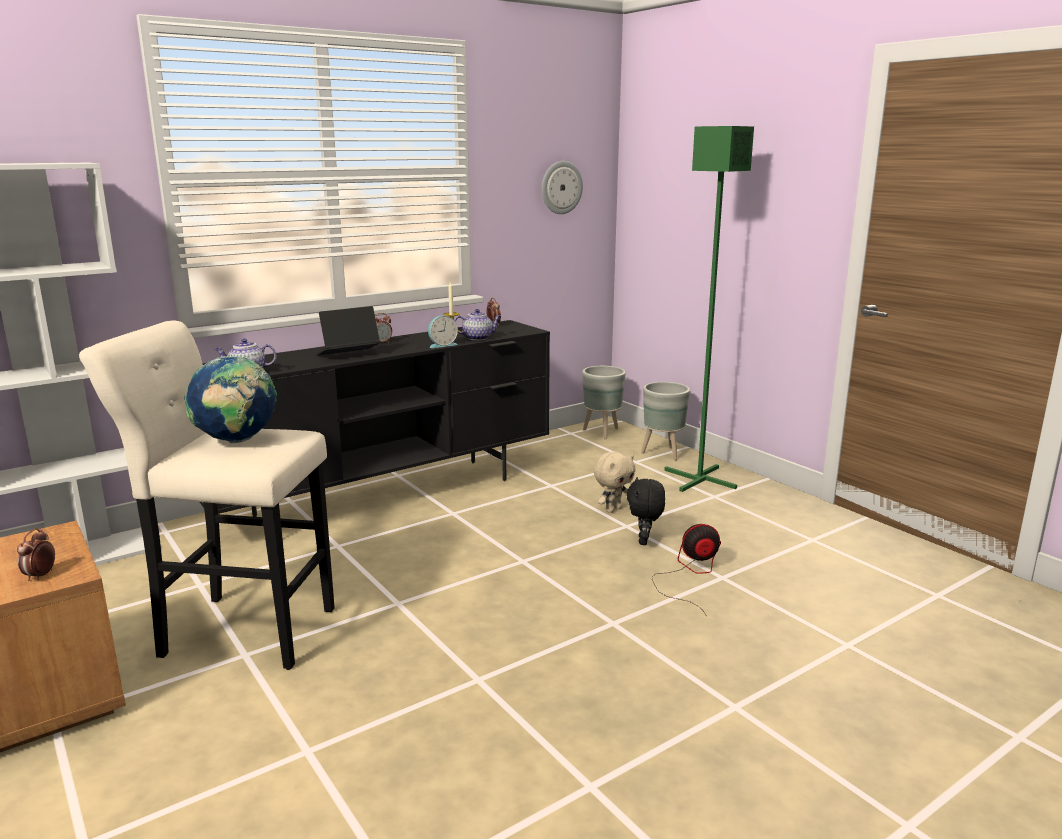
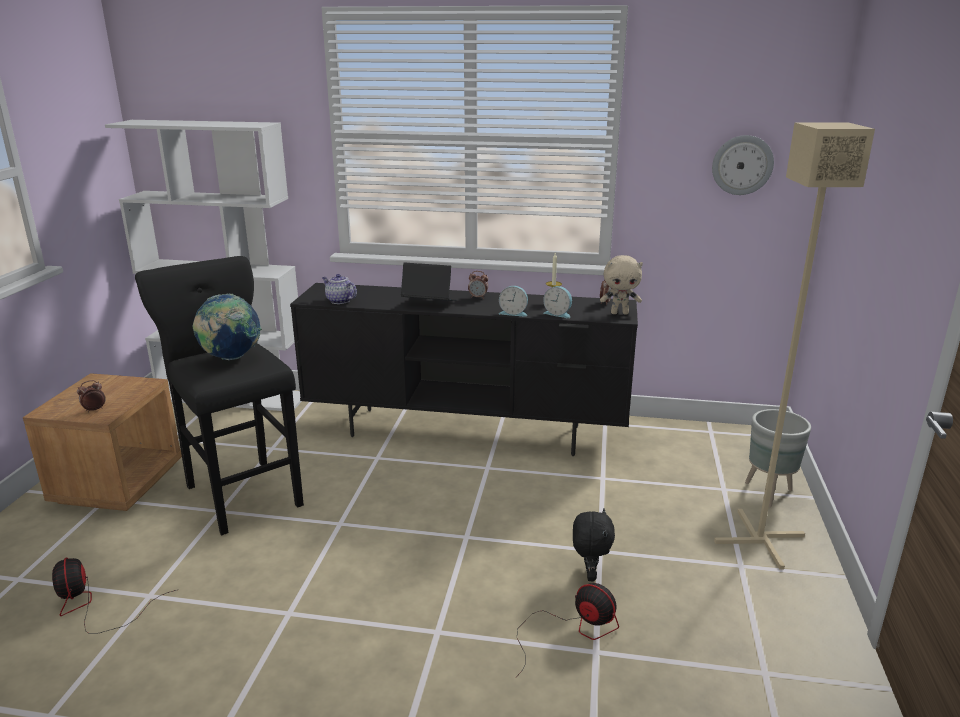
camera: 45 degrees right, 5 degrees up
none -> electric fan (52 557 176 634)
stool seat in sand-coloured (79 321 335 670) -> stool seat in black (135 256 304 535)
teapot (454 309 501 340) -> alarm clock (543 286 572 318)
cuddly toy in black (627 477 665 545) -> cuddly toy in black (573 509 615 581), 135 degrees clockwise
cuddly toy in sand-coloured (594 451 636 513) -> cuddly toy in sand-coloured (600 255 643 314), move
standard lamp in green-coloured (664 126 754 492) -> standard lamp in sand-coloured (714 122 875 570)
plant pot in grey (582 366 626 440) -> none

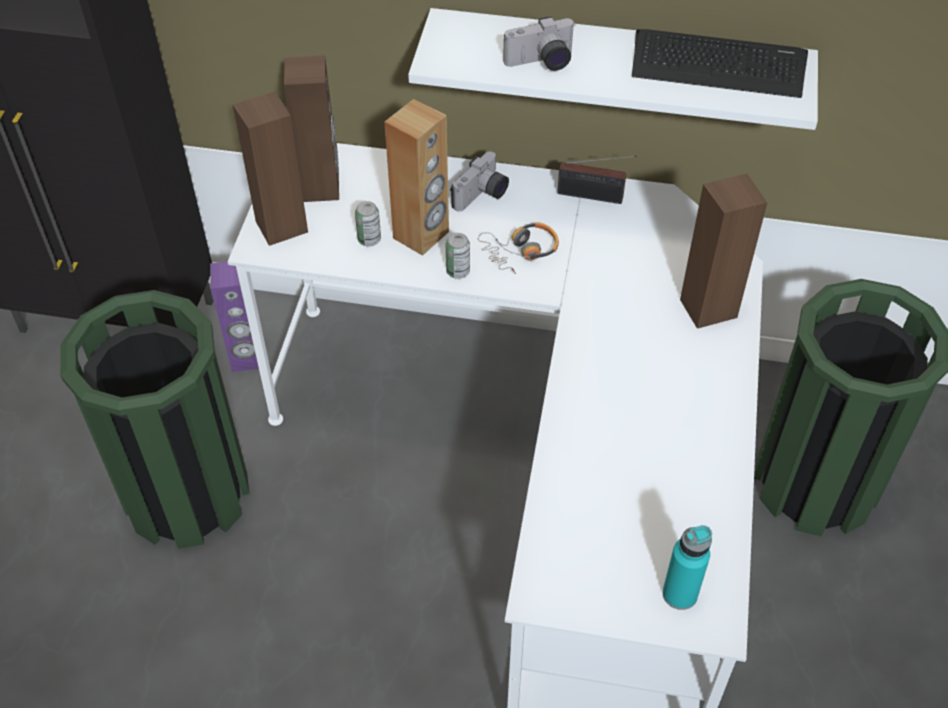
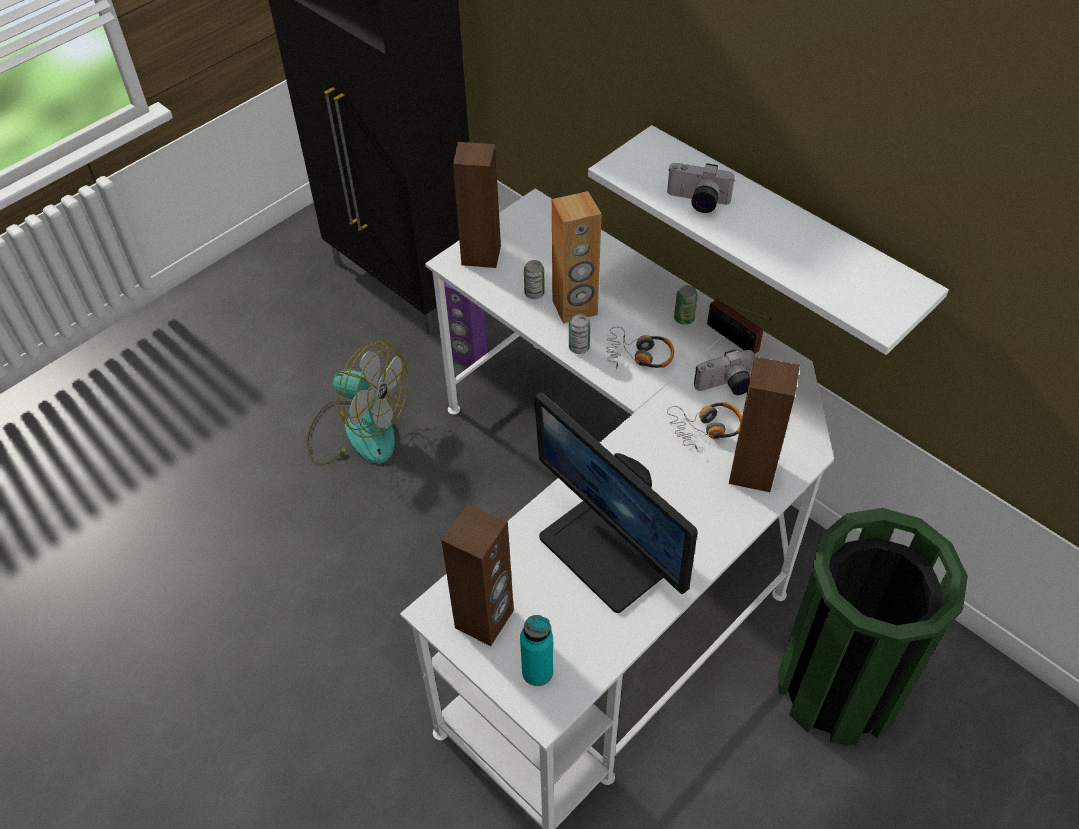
camera: 35 degrees right, 0 degrees up
rubbish bin in green-coloured (60 290 249 549) -> electric fan (306 341 408 466)
speaker in brown-coloured (284 55 339 202) -> speaker in brown-coloured (441 504 514 646), move
none -> computer display (534 392 698 613)
none -> pair of headphones (667 402 742 451)
none -> sealed can (674 285 698 325)
photo camera (450 151 509 212) -> photo camera (694 350 755 395), move
PC keyboard (632 29 808 98) -> none

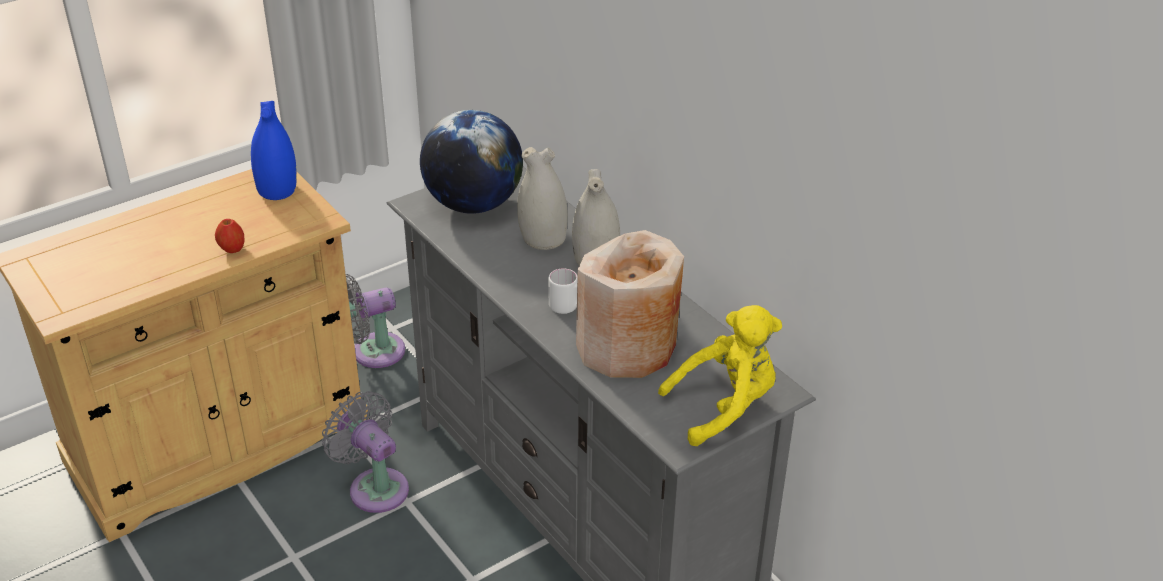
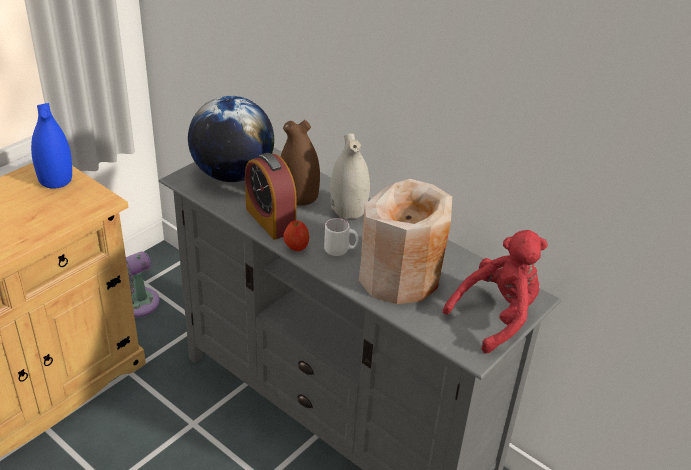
camera: 15 degrees left, 0 degrees up
none -> alarm clock (245 153 297 239)
vase in white (517 147 568 250) -> vase in brown-coloured (281 120 320 206)
whole apple (215 219 245 253) -> whole apple (283 220 309 251), move
cuddly toy in yellow (658 305 782 446) -> cuddly toy in reddish (443 230 548 353)
electric fan in grey (322 391 409 513) -> none

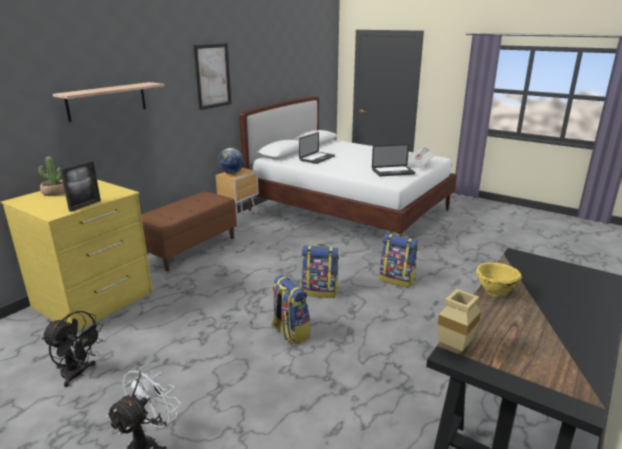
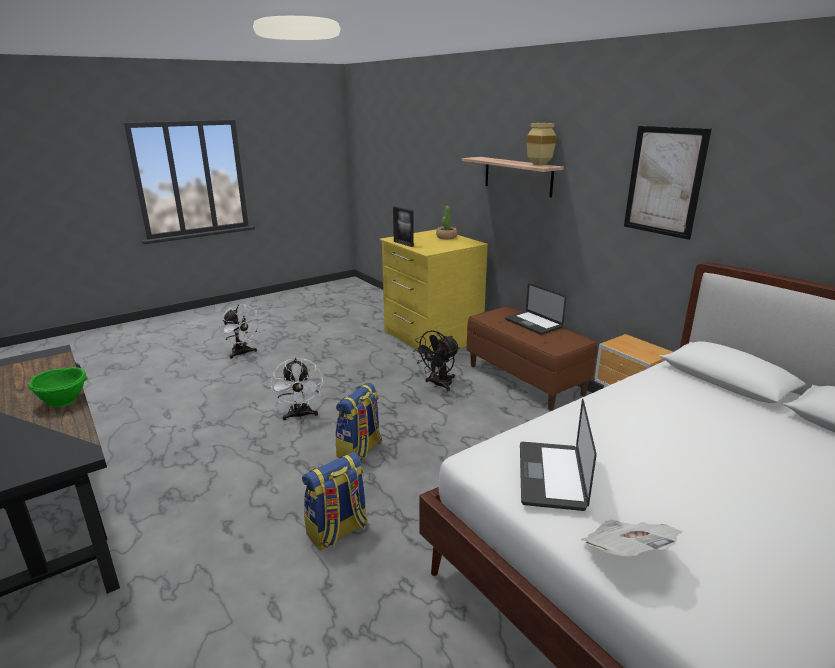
camera: 110 degrees right, 0 degrees up
serving bowl in yellow (476 263 522 297) -> serving bowl in green-coloured (28 367 88 407)
backpack (272 275 310 345) -> electric fan in white (271 358 323 420)
electric fan in black (41 311 103 387) -> electric fan in black (413 330 460 391), move
notebook computer (299 132 335 164) -> notebook computer (505 283 566 335), move
vase in sand-coloured (438 289 481 354) -> vase in sand-coloured (527 123 556 165), move
world globe (218 148 244 174) -> none

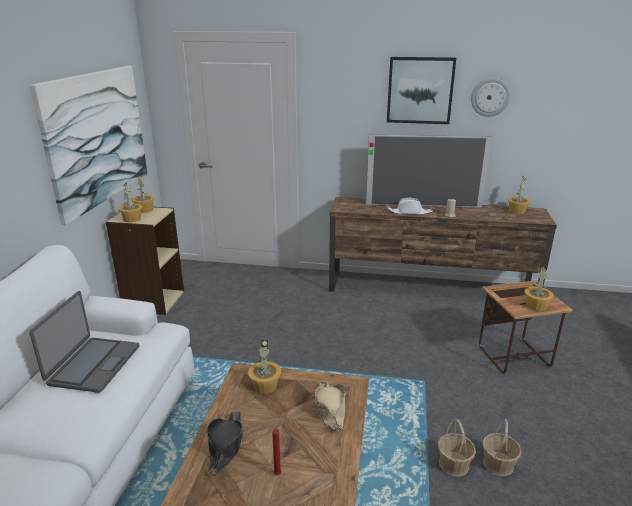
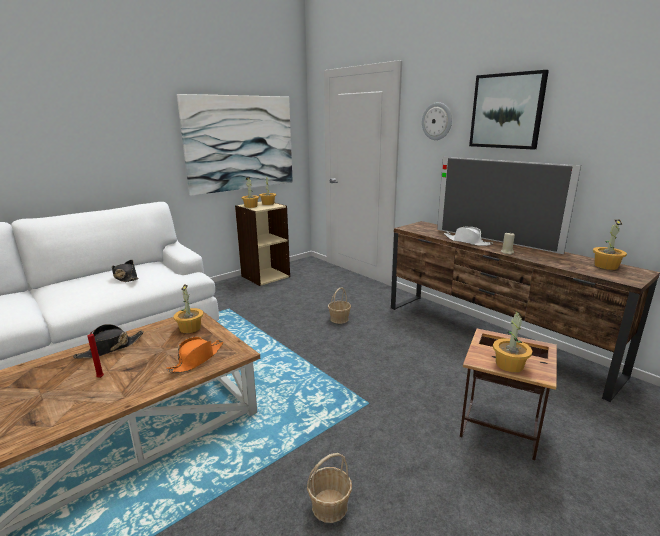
camera: 40 degrees right, 5 degrees down
notebook computer (29 291 140 393) -> clothing hat in black (112 260 139 282)
clothing hat in sand-coloured (315 382 345 431) -> clothing hat in orange-coloured (166 337 223 373)
storage basket (438 419 476 477) -> storage basket (328 287 351 324), move
wall clock (471 78 511 117) -> wall clock (422 102 452 140), move

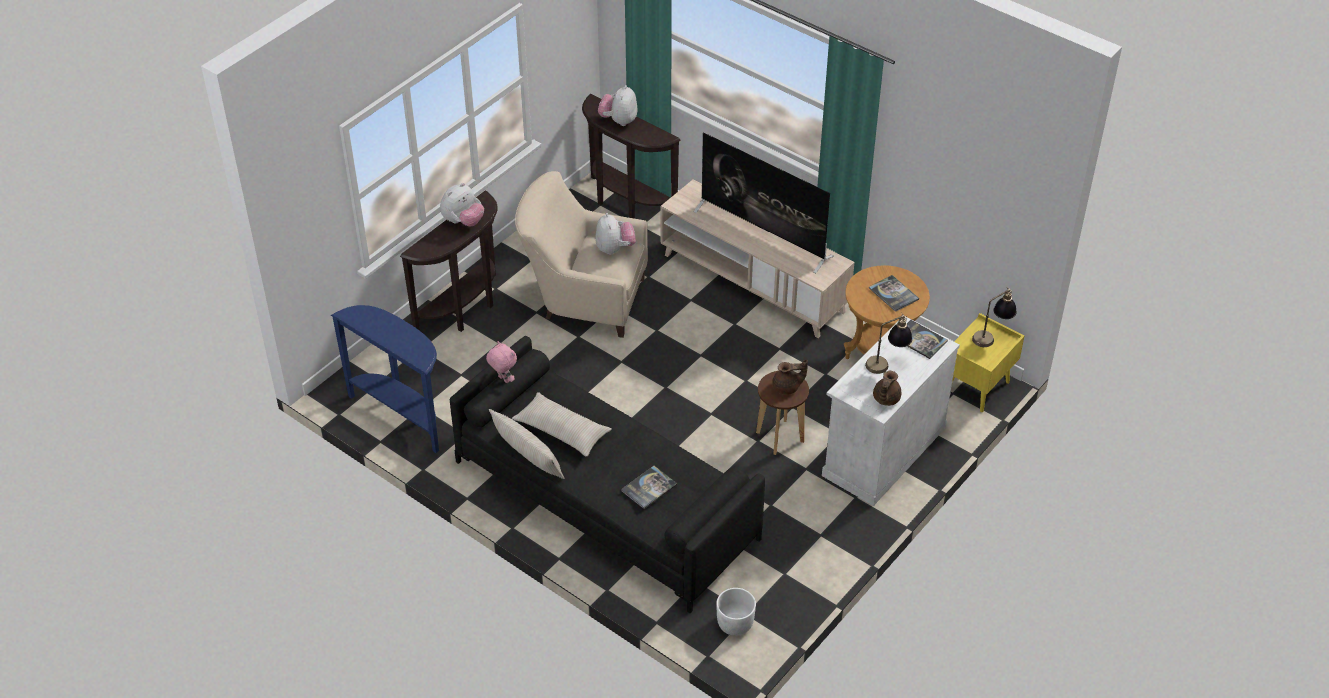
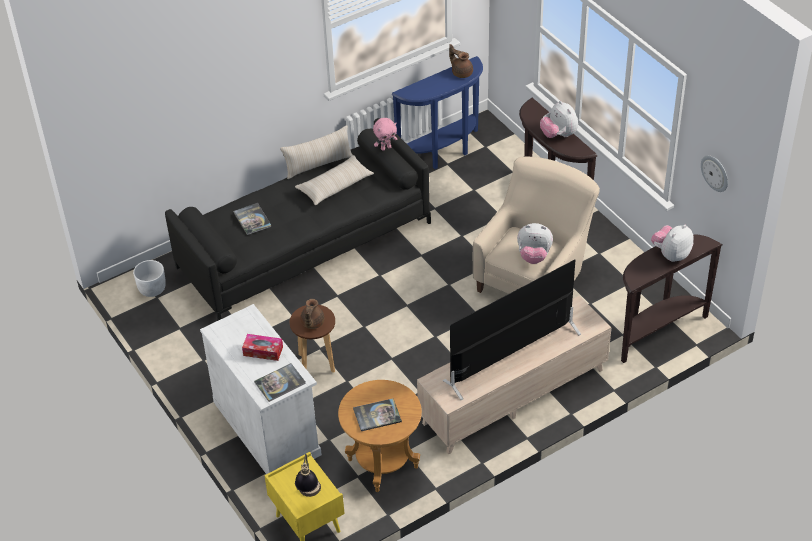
camera: 110 degrees right, 0 degrees up
lamp for a table (865 314 912 374) -> tissue holder (242 334 283 361)
teapot in brown-coloured (873 370 901 406) -> teapot in brown-coloured (449 44 473 78), move
cuddly toy (598 85 638 126) -> cuddly toy (651 225 694 262), 75 degrees counterclockwise
none -> wall clock (701 155 728 192)

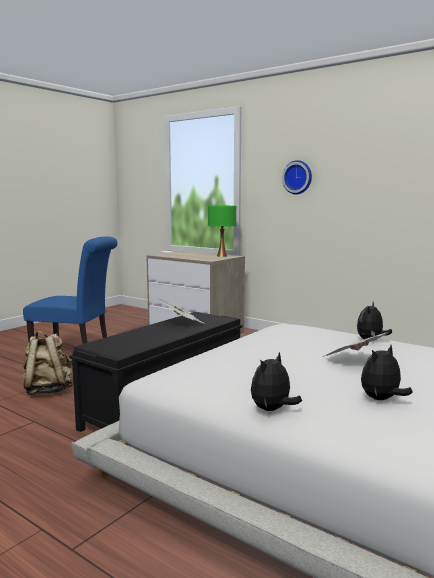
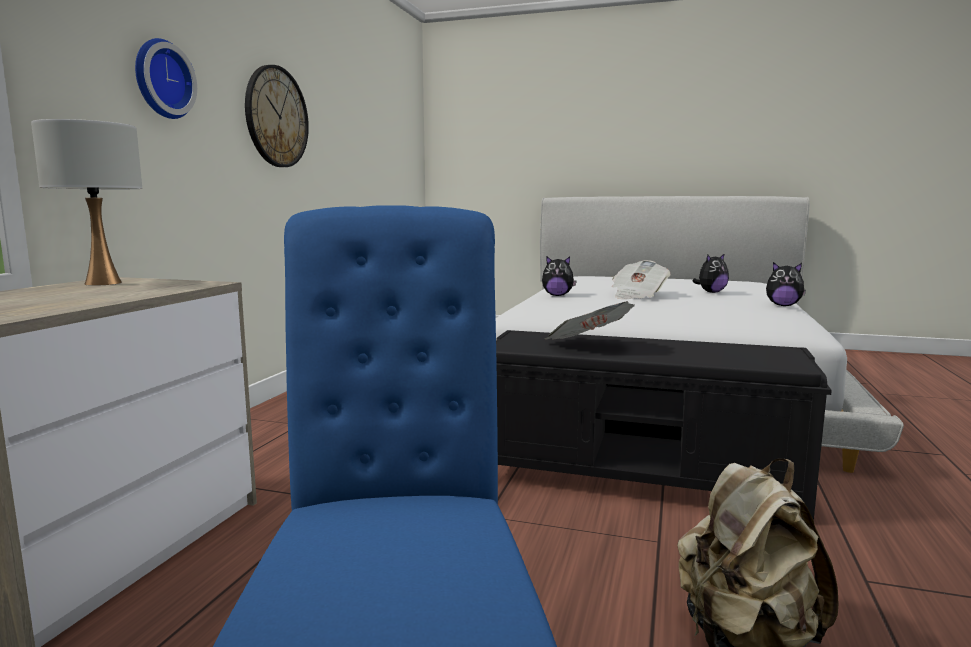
camera: 110 degrees left, 0 degrees up
lamp for a table in green-coloured (208 206 236 257) -> lamp for a table in white (31 119 142 286)
none -> wall clock (245 65 309 167)
cuddly toy (361 345 413 400) -> cuddly toy (693 253 729 293), 60 degrees counterclockwise

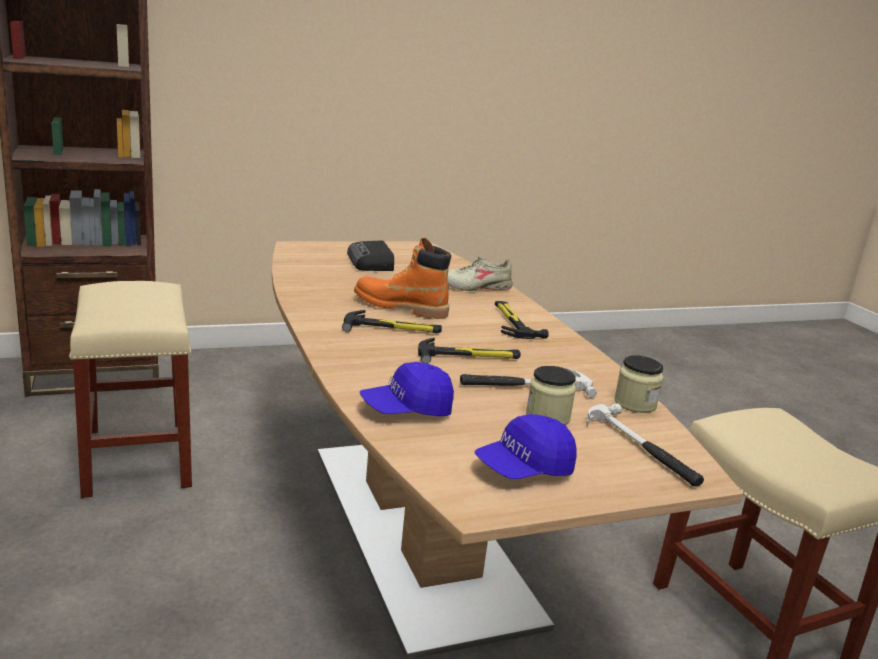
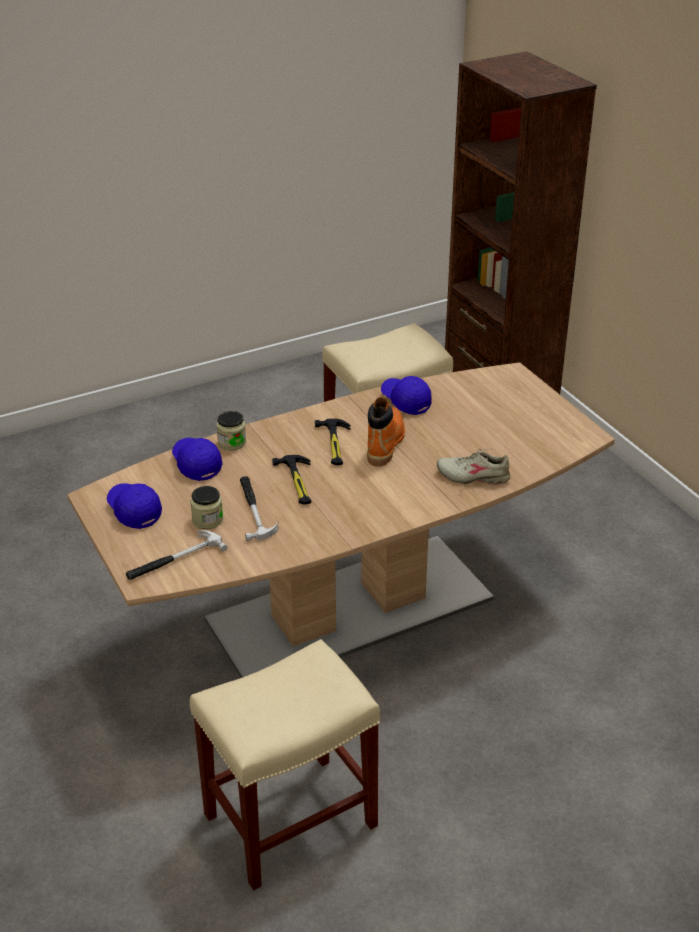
camera: 85 degrees right, 15 degrees up
storage jar (614 355 664 413) -> storage jar (217 411 246 450), move
none -> cap in blue-coloured (381 376 431 415)
item of footwear in sand-coloured (448 256 513 291) -> item of footwear in sand-coloured (437 449 510 485), 60 degrees counterclockwise
radio set (347 240 394 271) -> none
tool hammer (495 301 549 339) -> none

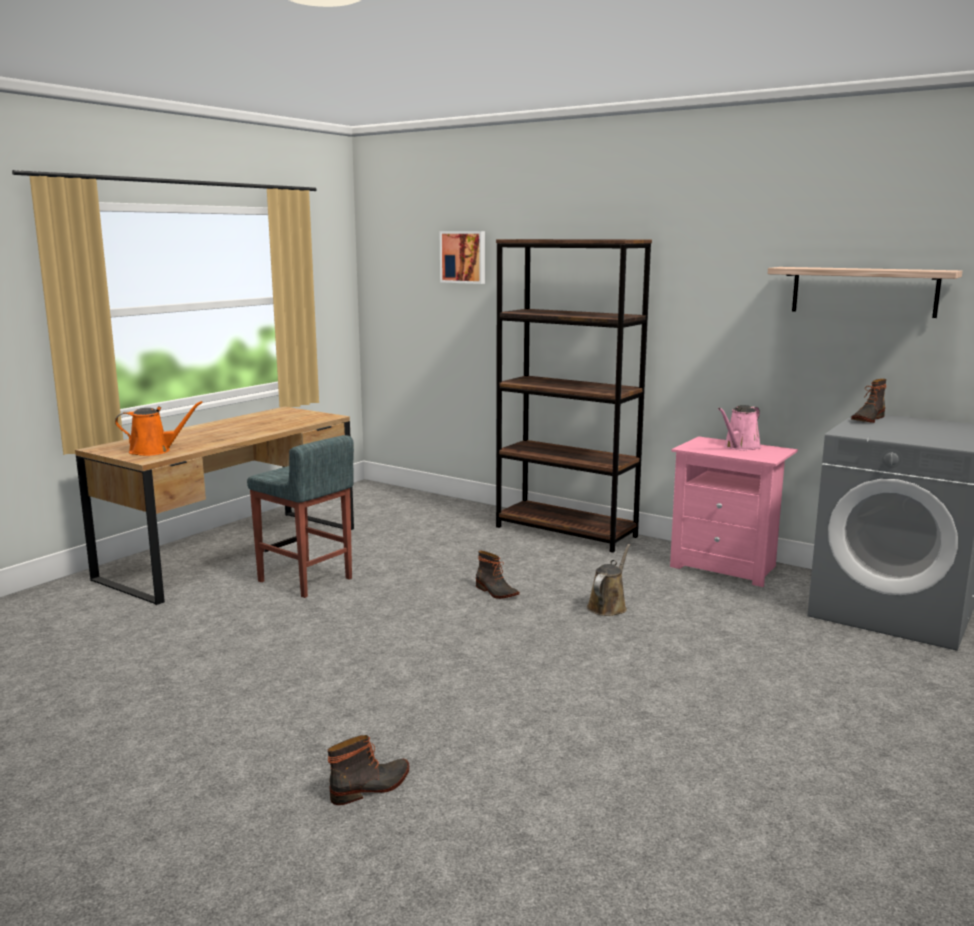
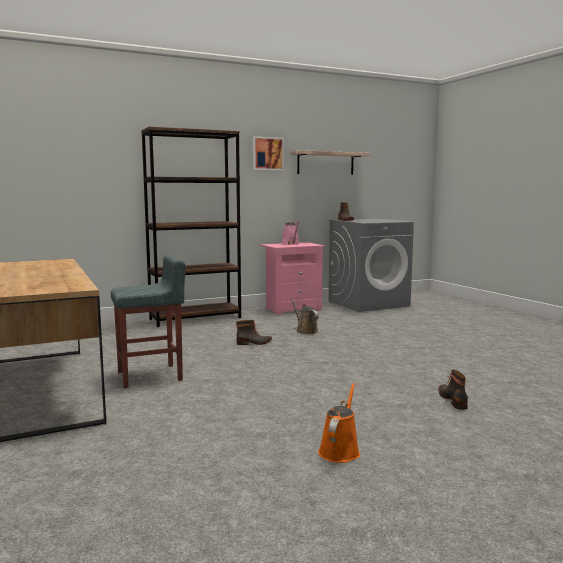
camera: 60 degrees left, 5 degrees down
wall picture (440 231 485 284) -> wall picture (252 136 284 170), move
sprinkling can in orange-coloured (115 401 203 456) -> sprinkling can in orange-coloured (318 383 360 463), move

